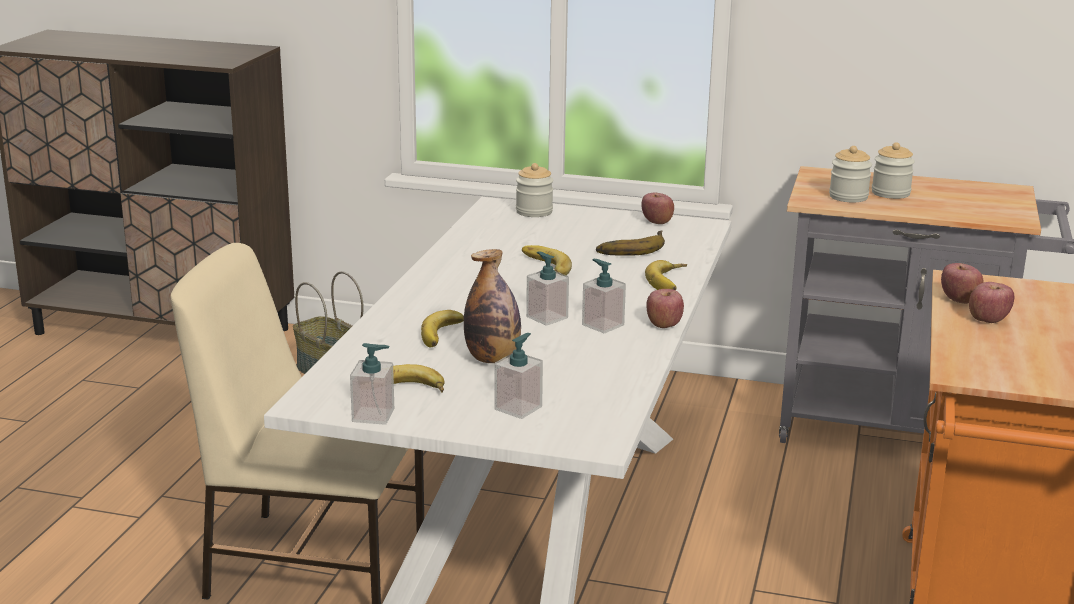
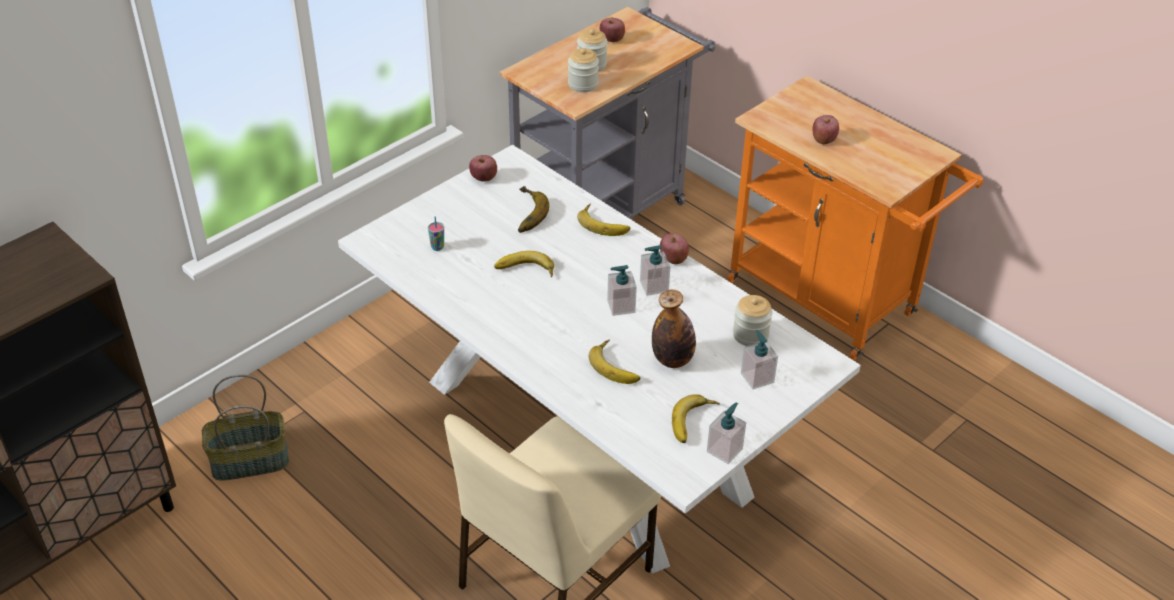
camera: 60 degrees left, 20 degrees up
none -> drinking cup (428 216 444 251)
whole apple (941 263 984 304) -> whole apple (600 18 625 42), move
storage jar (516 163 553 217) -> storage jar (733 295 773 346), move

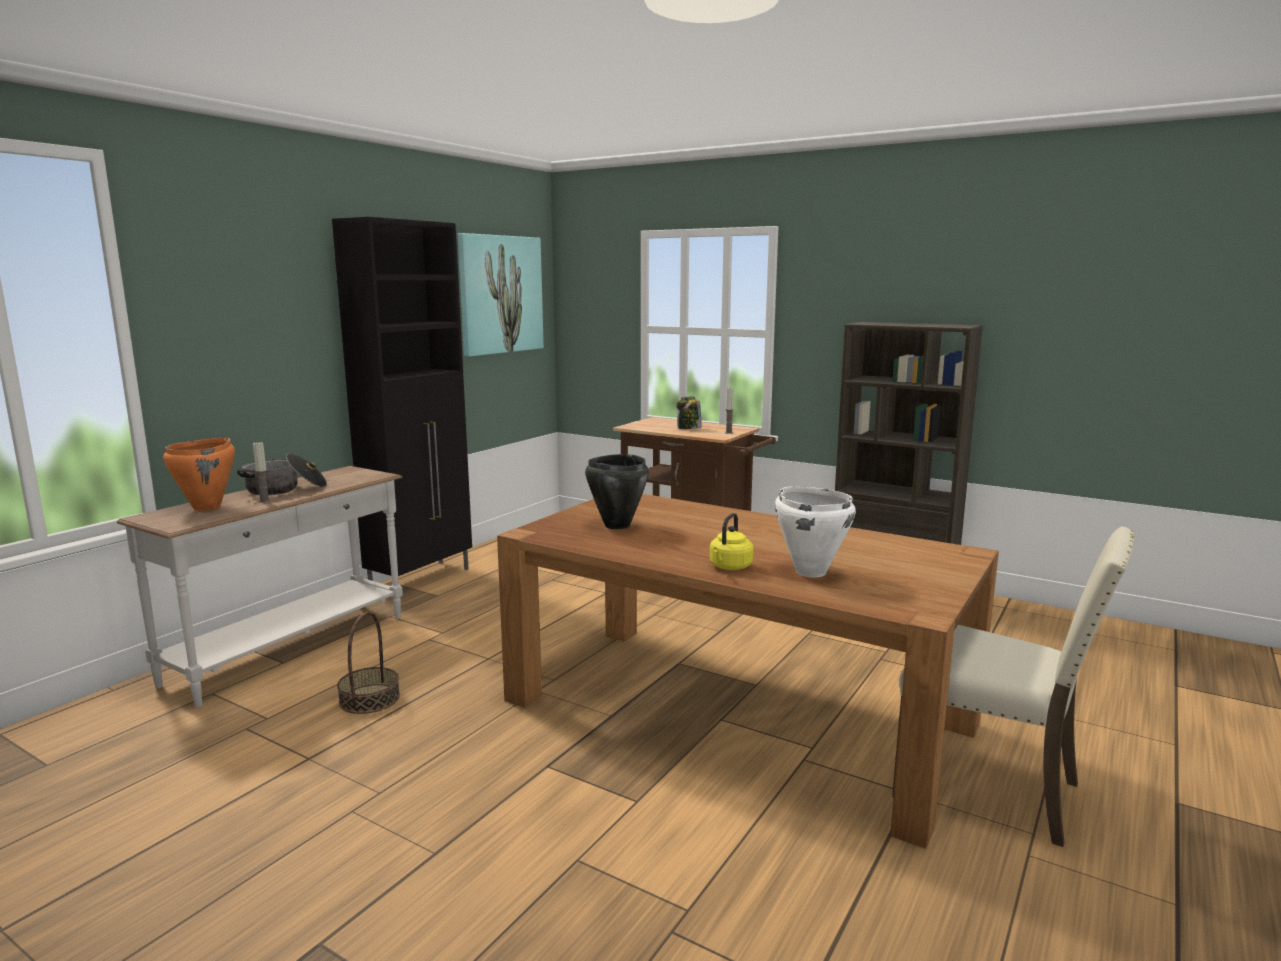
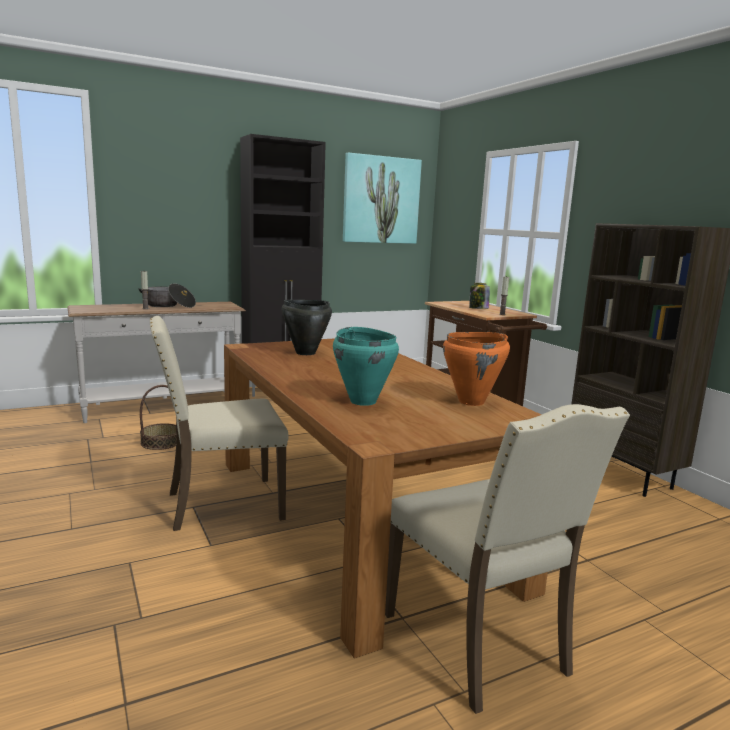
camera: 30 degrees right, 0 degrees up
none -> upright chair in sand-coloured (150 316 289 531)
saucepot in white (775 486 856 577) -> saucepot in blue-green (333 327 399 406)
saucepot in orange-coloured (163 438 235 511) -> saucepot in orange-coloured (443 332 510 406), move
kettle in yellow (710 513 754 570) -> none

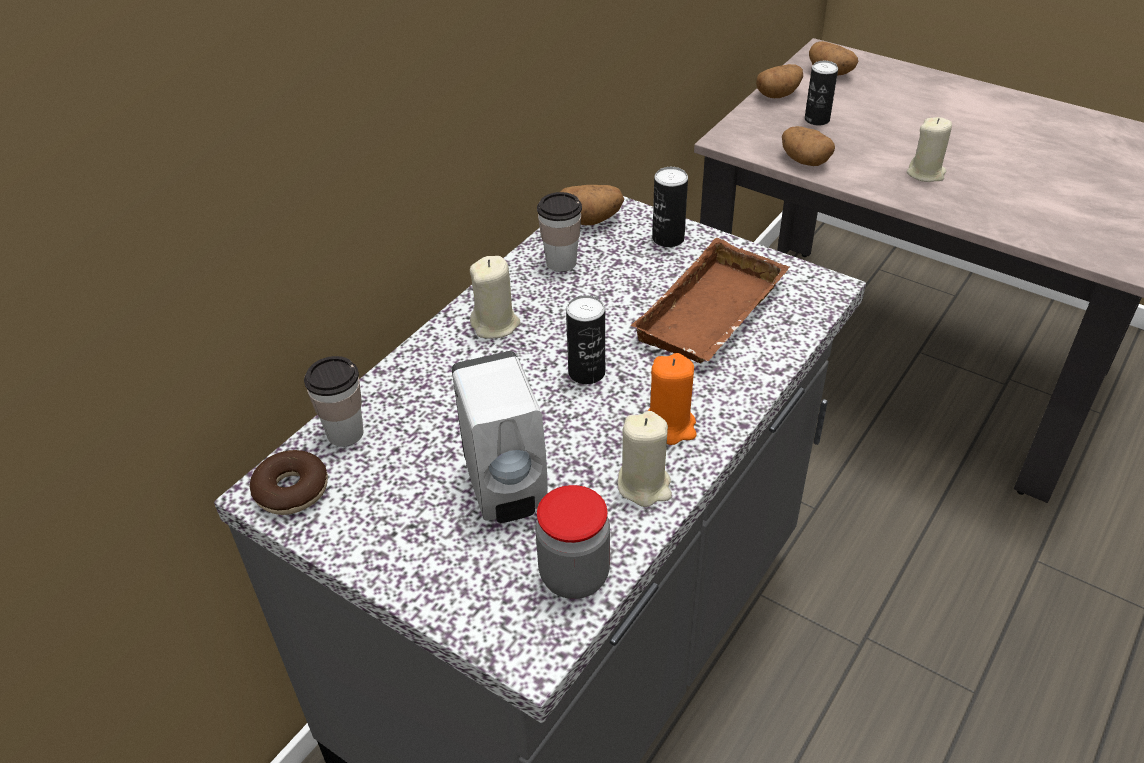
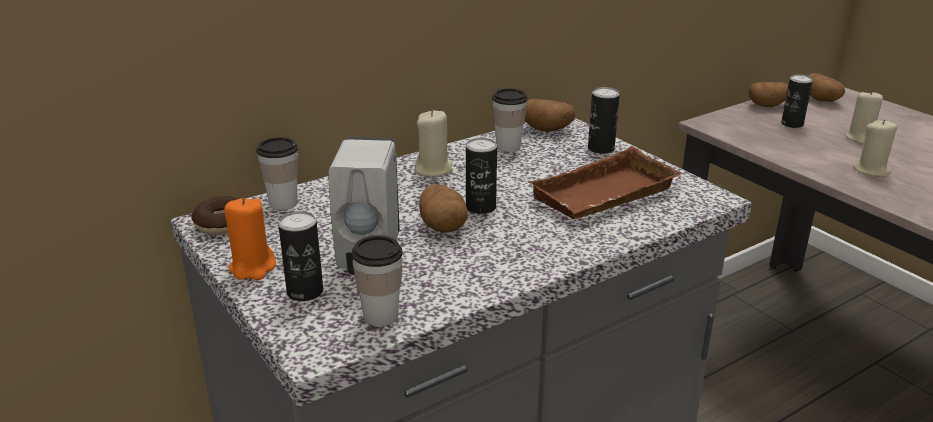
camera: 20 degrees right, 15 degrees down
wax candle in orange-coloured (648 353 697 445) -> wax candle in orange-coloured (224 197 276 280), move
none -> sealed can (278 211 323 301)
storage jar (535 485 610 599) -> drinking cup (352 235 403 327)
potato (782 126 835 166) -> potato (419 184 468 233), move
wax candle in sand-coloured (618 411 672 507) -> wax candle in sand-coloured (846 90 883 144), move

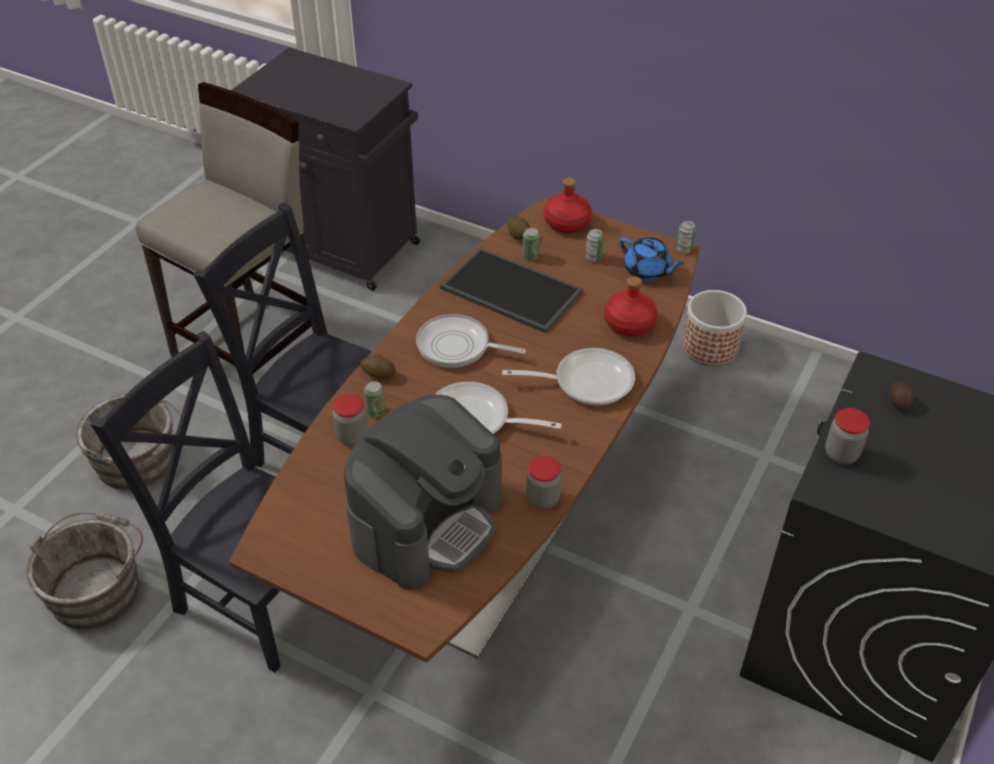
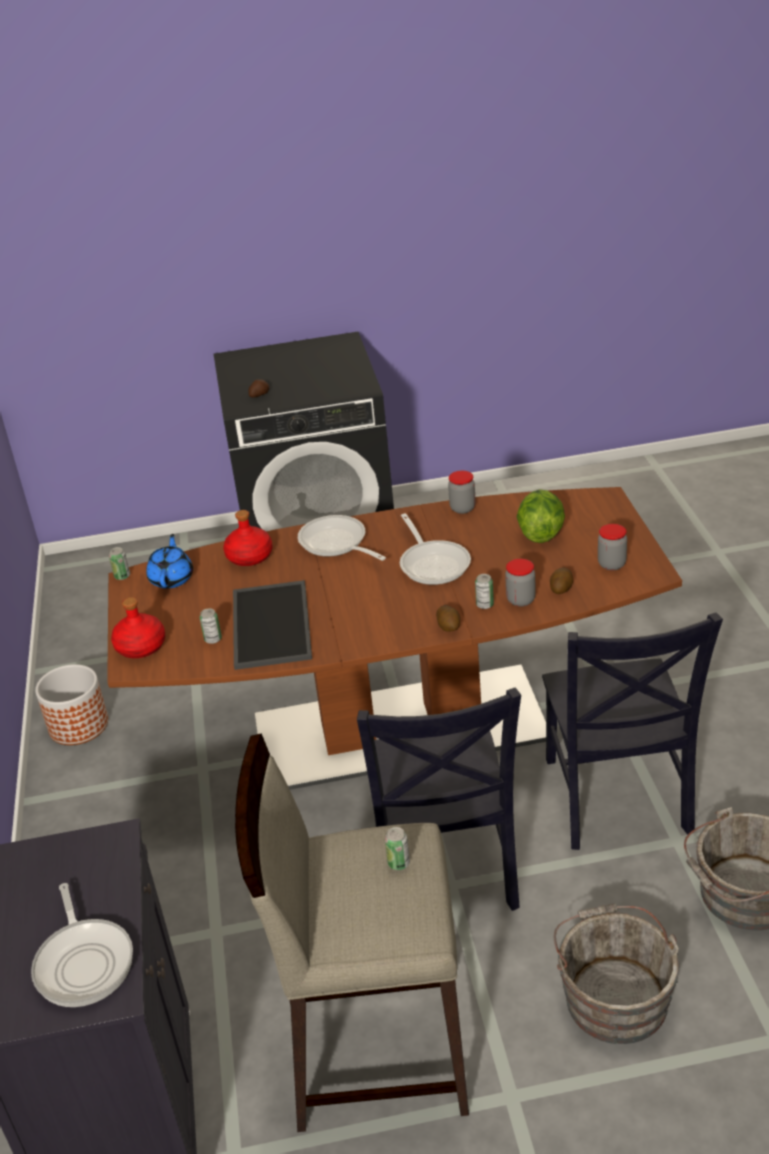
camera: 125 degrees left, 10 degrees down
pan (416 314 526 368) -> pan (31 883 133 1007), move
sealed can (586 229 604 262) -> sealed can (385 827 410 870), move
coffee machine (344 395 502 590) -> lettuce head (517 489 565 543)
potato (507 216 530 240) -> potato (550 567 573 594), move
storage jar (825 408 870 464) -> storage jar (598 524 627 570), move

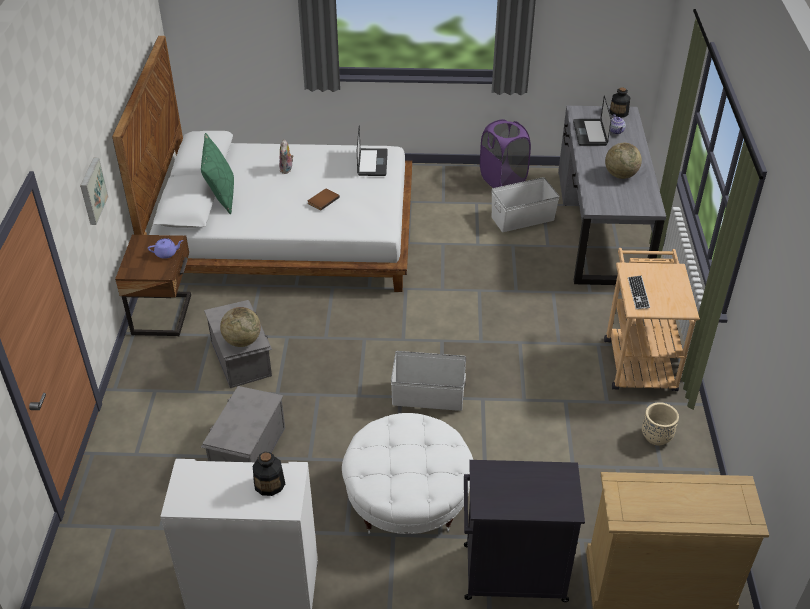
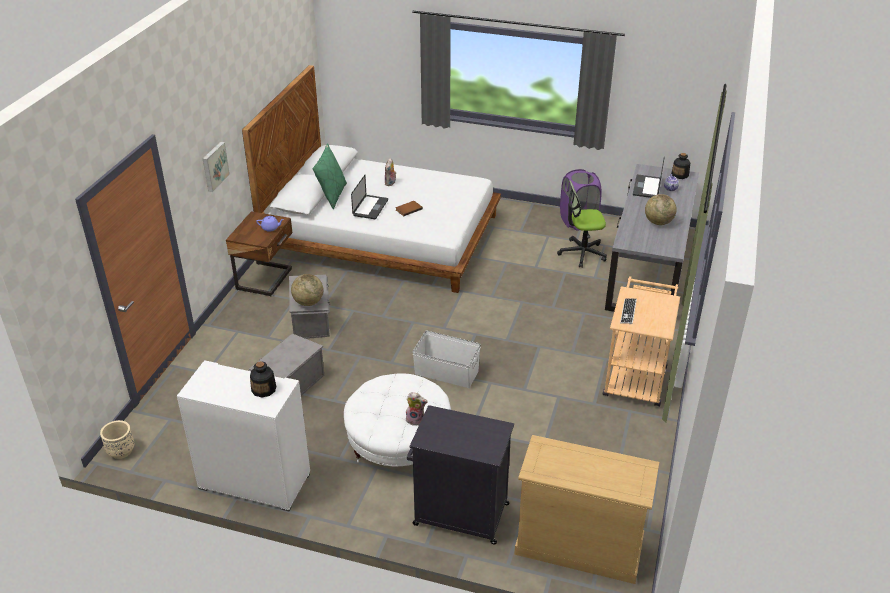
camera: 15 degrees right, 5 degrees down
plant pot in sand-coloured (642 402 679 445) -> plant pot in sand-coloured (100 420 135 459), move
notebook computer (357 125 388 176) -> notebook computer (351 175 388 219), move
none -> cuddly toy (406 392 427 426)
storage box in white (491 177 560 232) -> office chair (557 180 607 268)

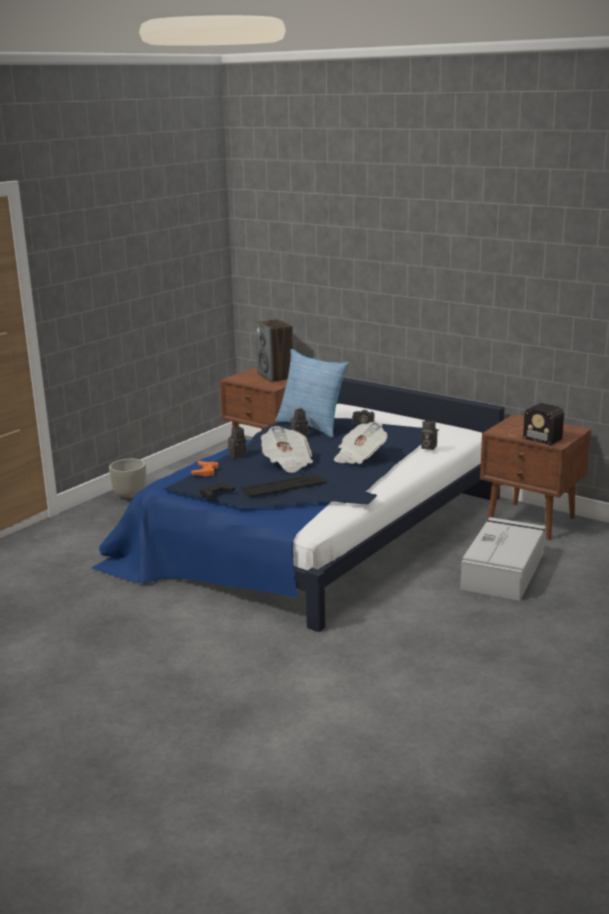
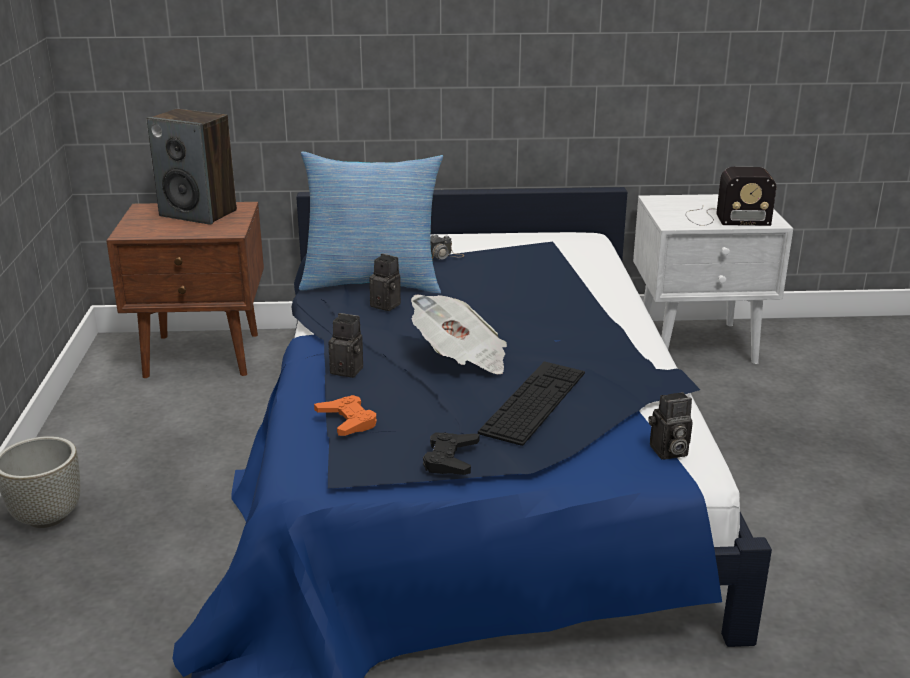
camera: 40 degrees left, 5 degrees up
bedside table in brown-coloured (480 414 591 540) -> bedside table in white (633 194 793 364)
photo camera (421 420 437 450) -> photo camera (648 392 693 460), move
daily paper (334 422 387 464) -> none
storage box in grey (460 517 546 601) -> none

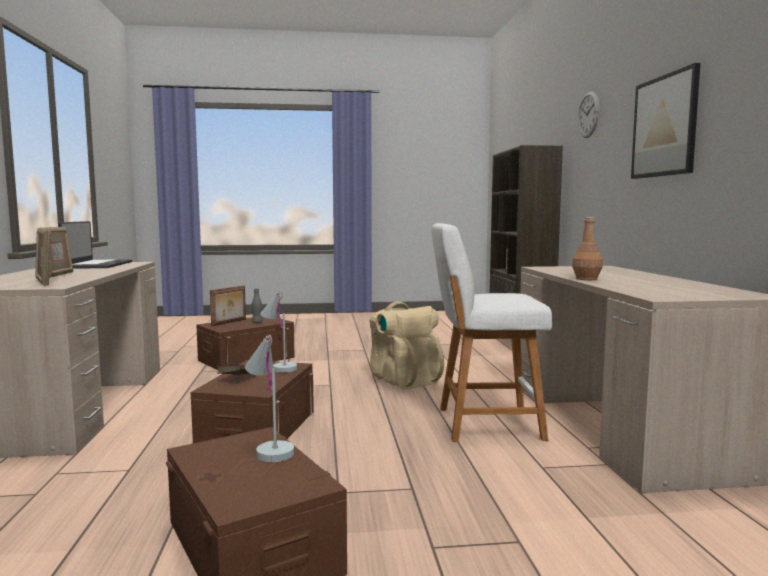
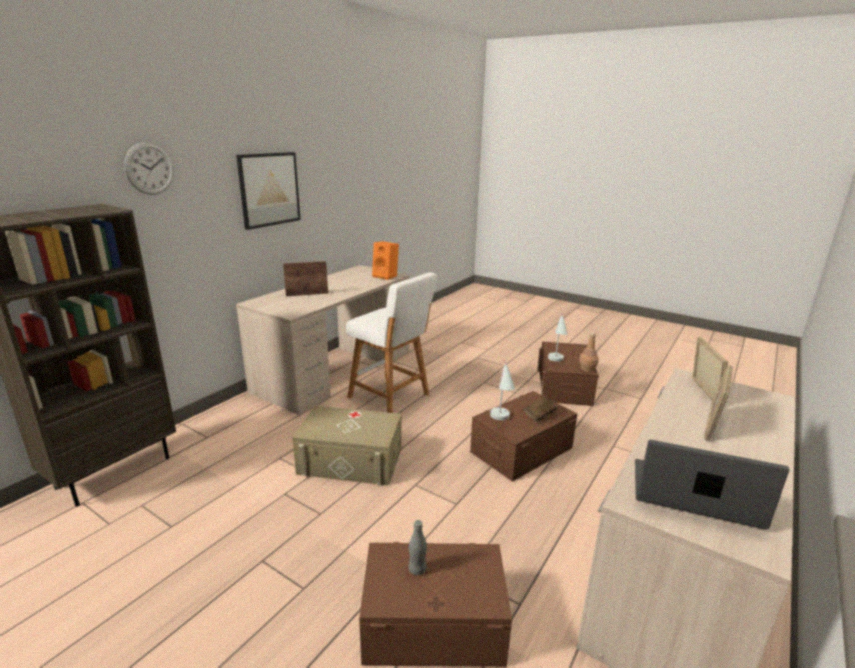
camera: 140 degrees left, 15 degrees up
photo frame (210 285 246 326) -> photo frame (283 261 328 296), move
backpack in sand-coloured (370 301 444 390) -> storage box in sand-coloured (292 406 402 486)
none -> speaker in orange-coloured (372 241 399 280)
beverage bottle in brown-coloured (572 217 603 280) -> beverage bottle in brown-coloured (579 332 599 372), move
notebook computer (58 221 132 269) -> notebook computer (635 440 789 529), 75 degrees clockwise

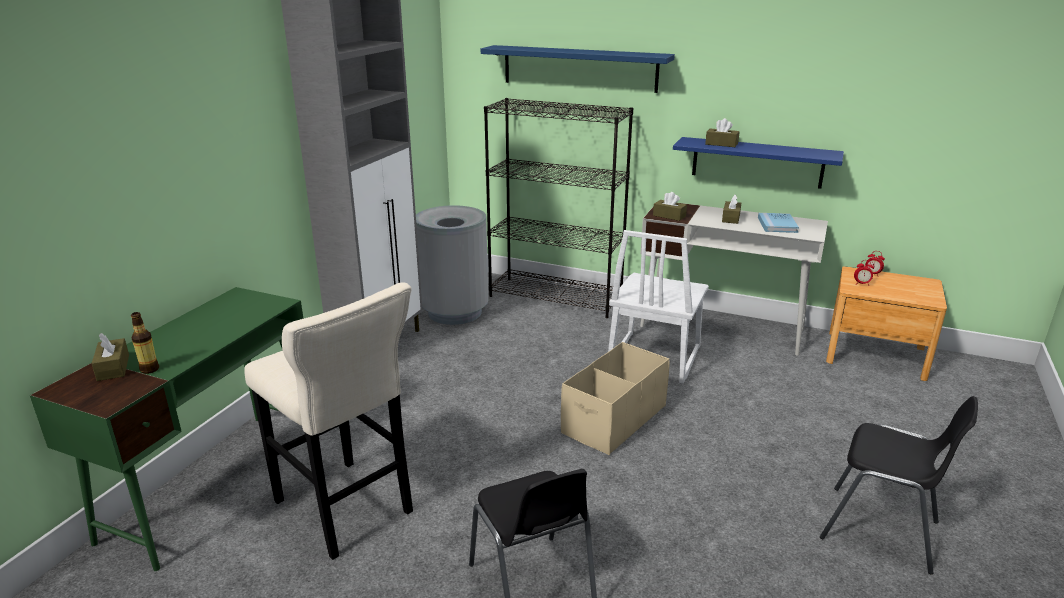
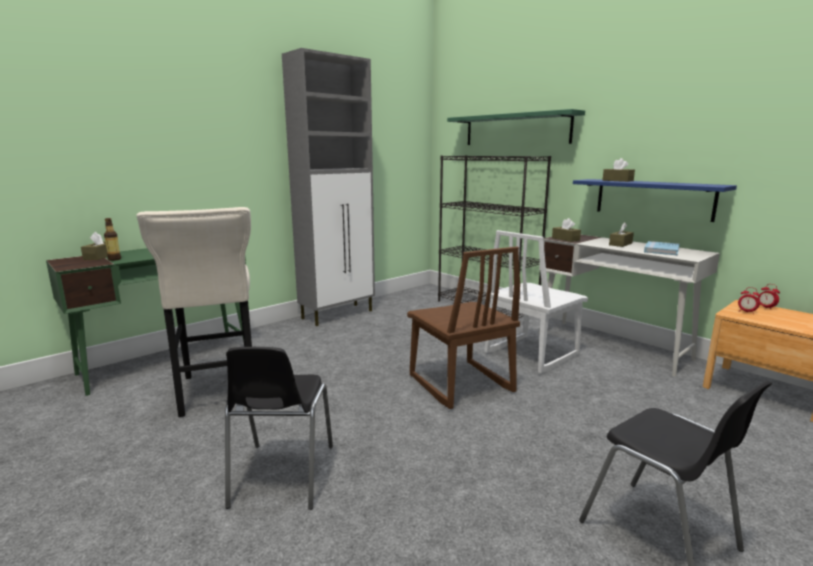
camera: 25 degrees right, 10 degrees down
storage box in sand-coloured (561 342 669 455) -> upright chair in brown-coloured (407 246 520 409)
shelf in blue-coloured (481 45 675 93) -> shelf in green-coloured (447 109 585 145)
rubbish bin in grey (416 205 489 325) -> none

